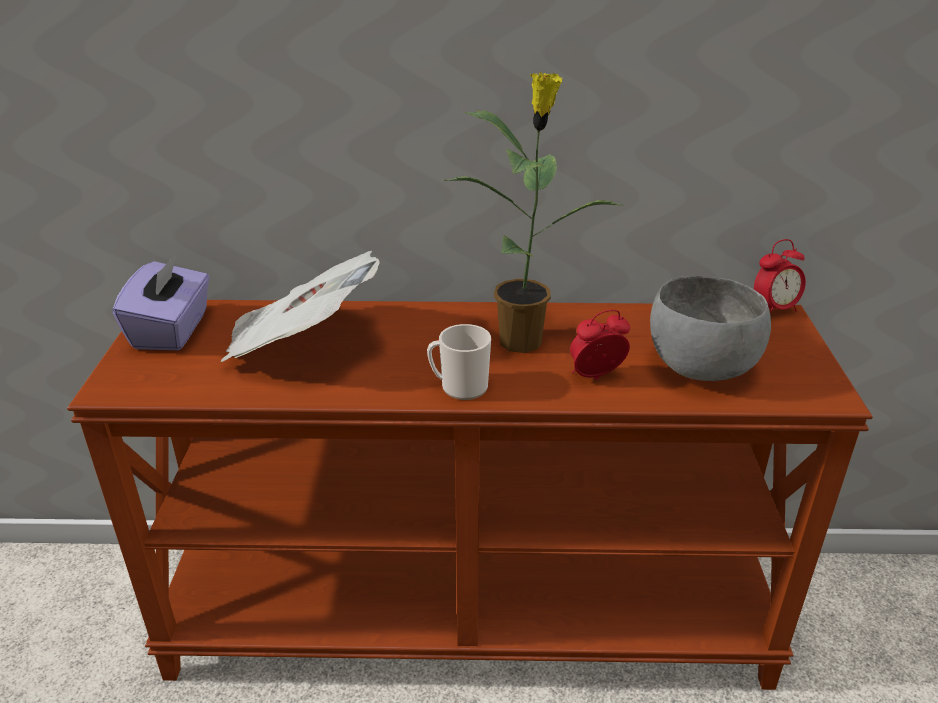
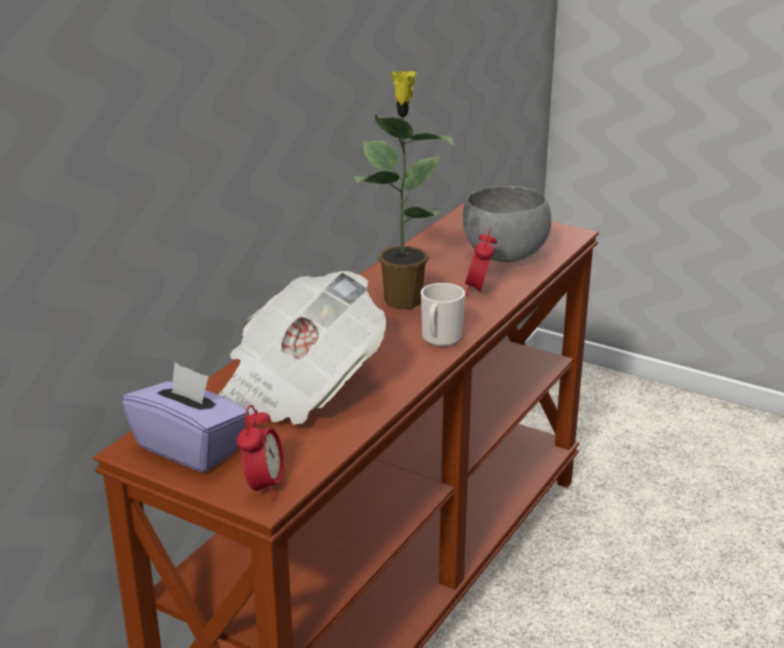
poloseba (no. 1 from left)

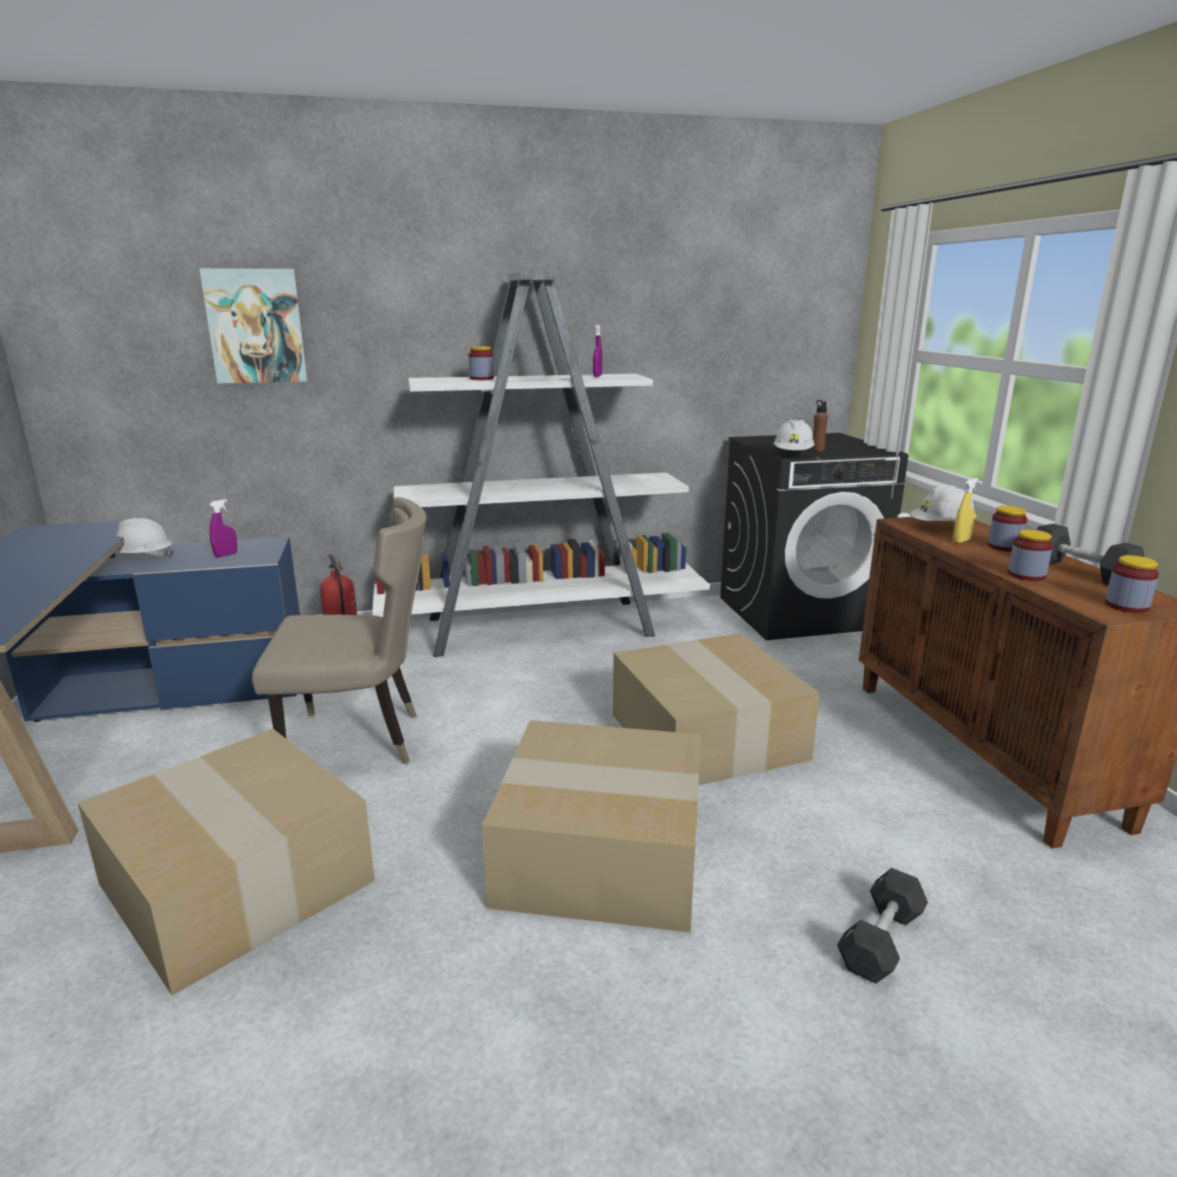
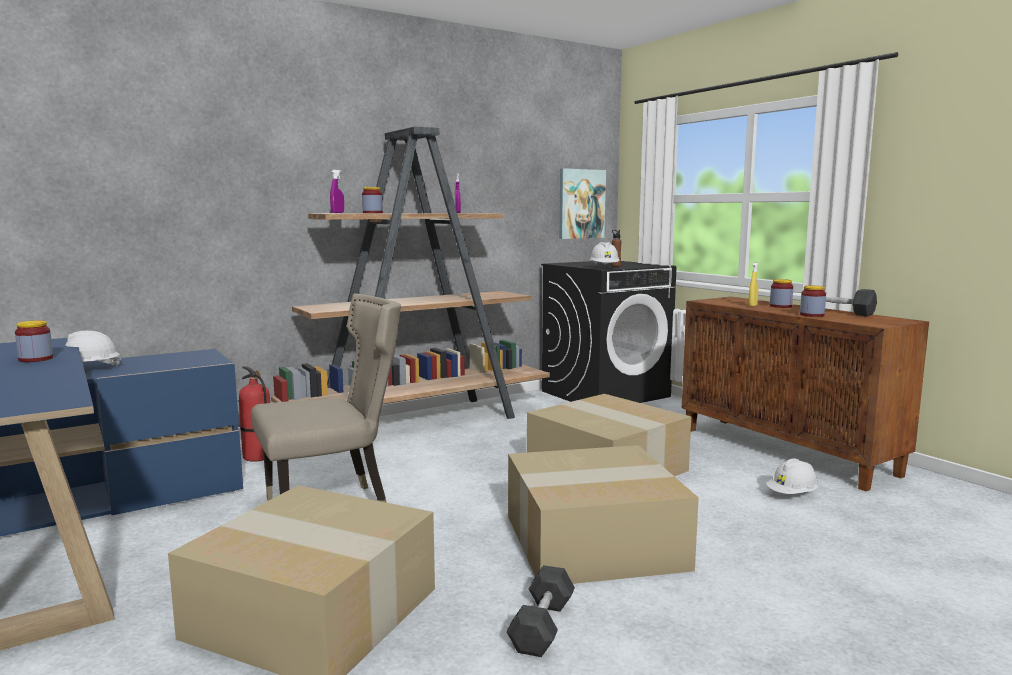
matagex
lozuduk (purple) (no. 1 from left)
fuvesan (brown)
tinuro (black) (no. 1 from left)
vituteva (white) (no. 3 from left)
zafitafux (no. 1 from left)

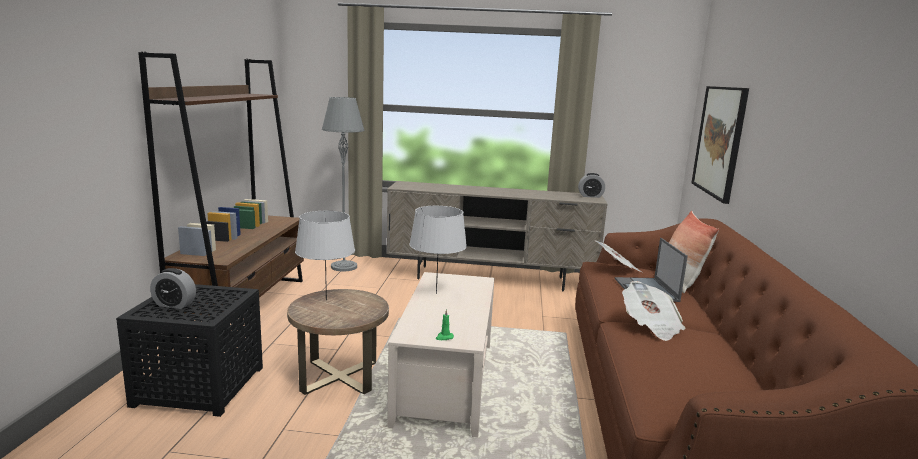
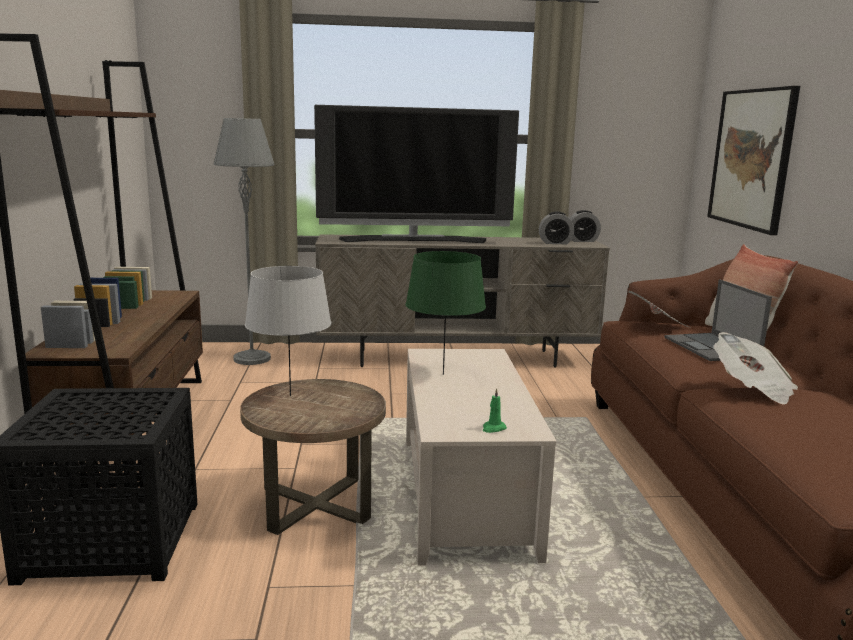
poloseba (no. 1 from left)
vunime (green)
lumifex

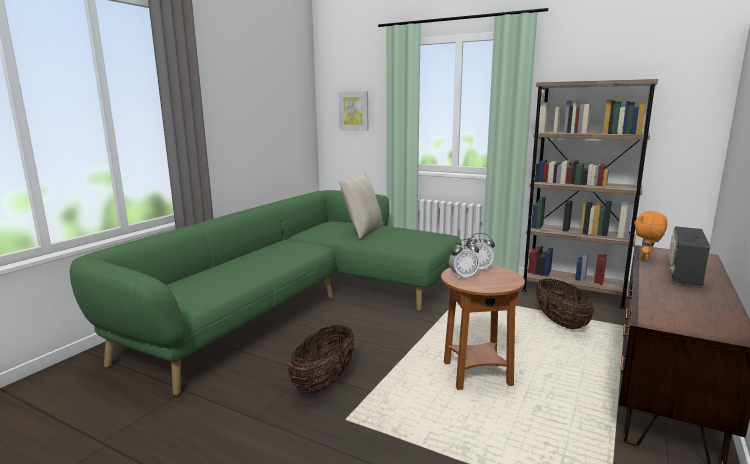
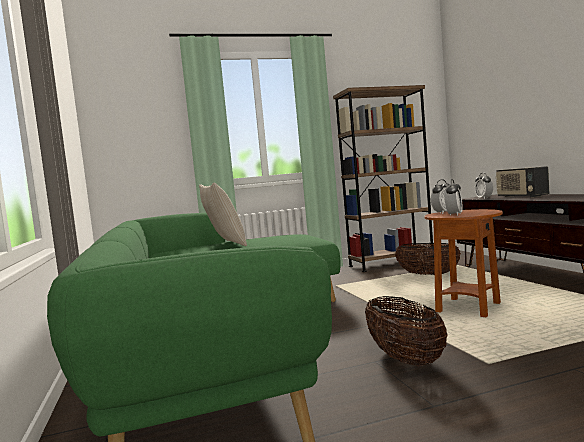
matagex
poloseba (no. 3 from left)

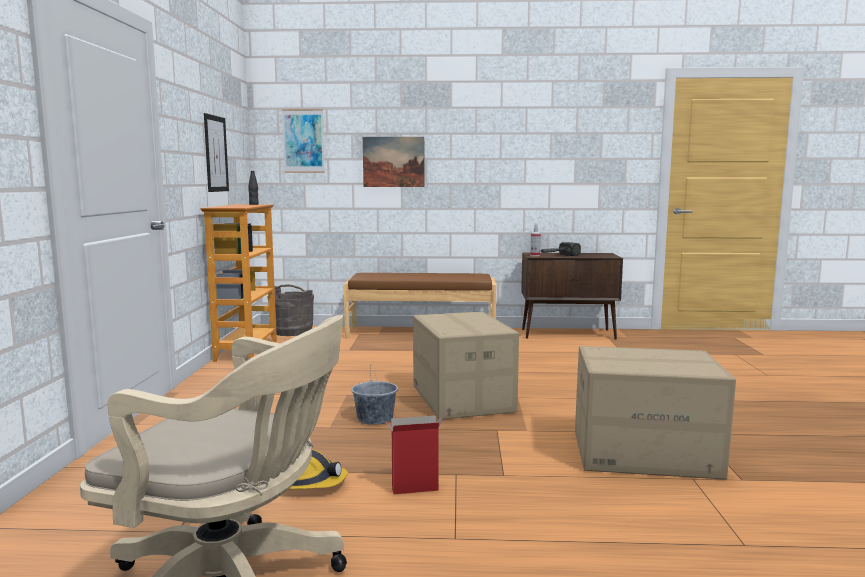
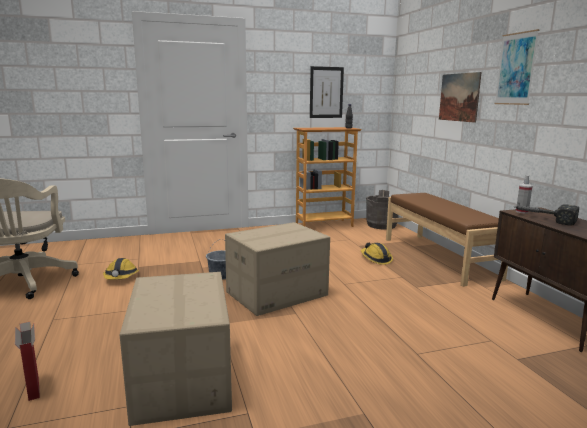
matagex (no. 3 from left)
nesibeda (no. 1 from left)
vituteva (no. 2 from left)

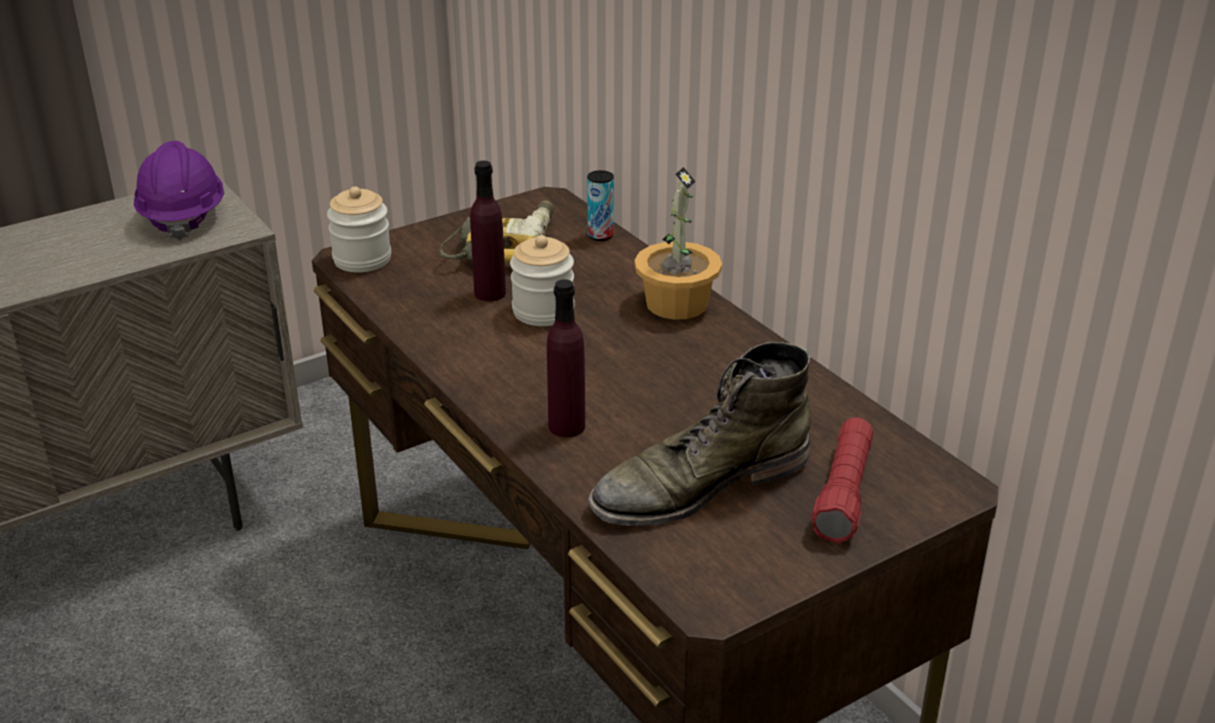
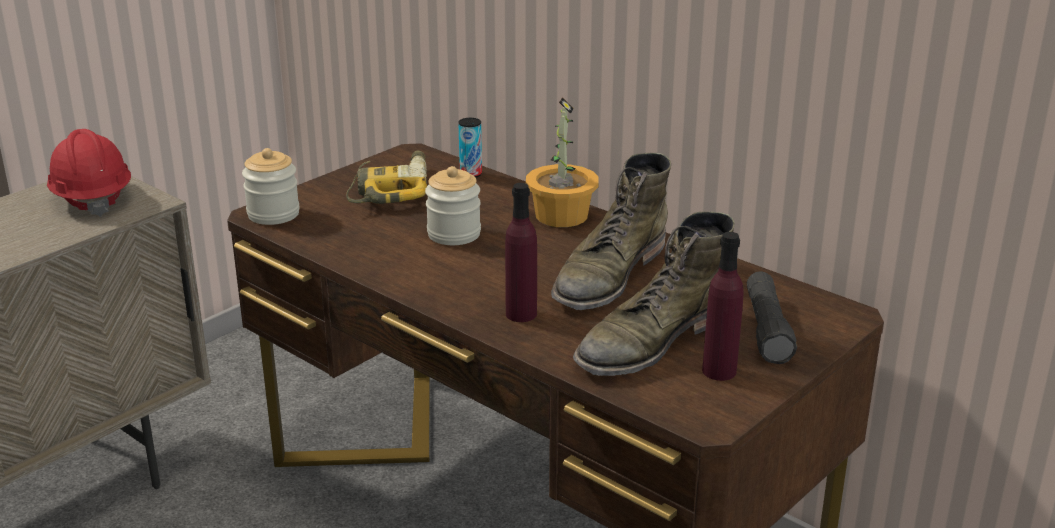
vituteva (red)
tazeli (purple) (no. 2 from left)
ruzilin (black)
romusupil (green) (no. 1 from left)

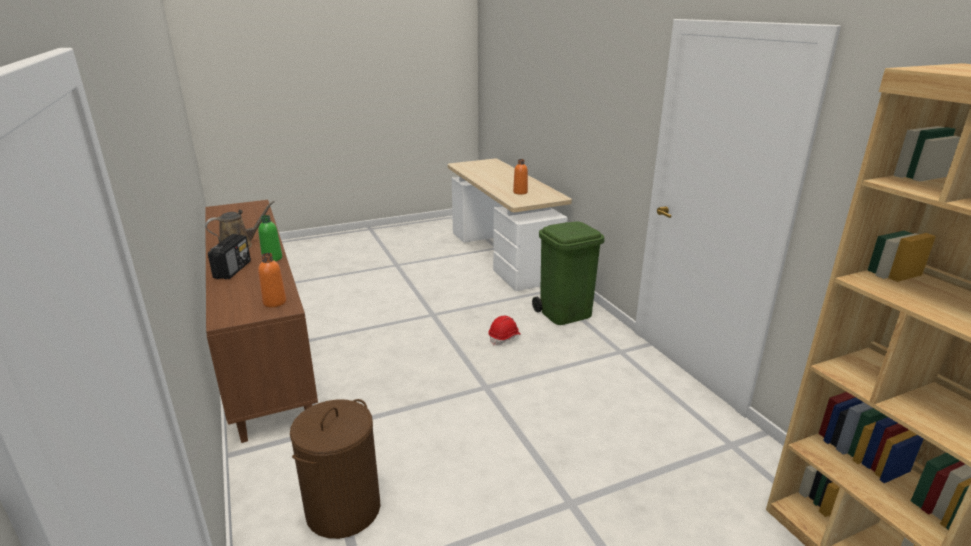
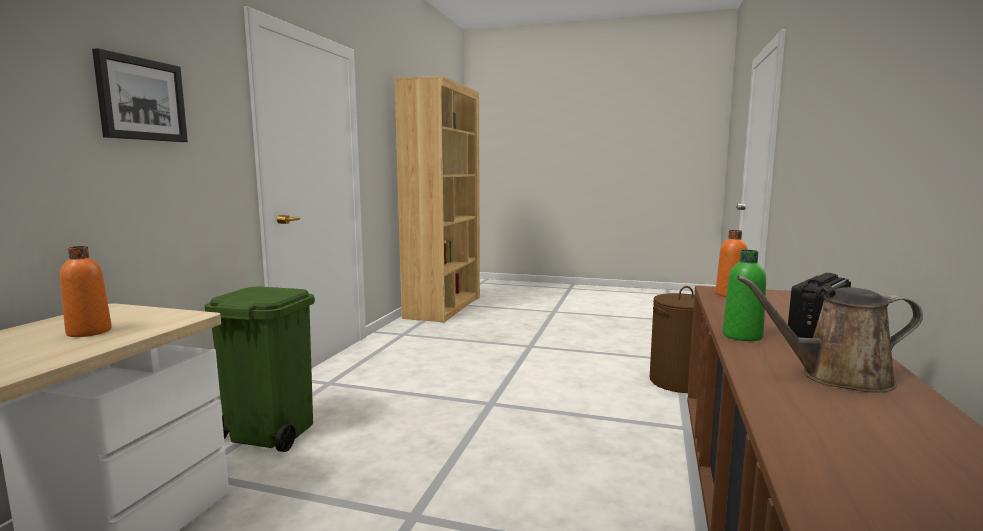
vituteva (red)
matagex

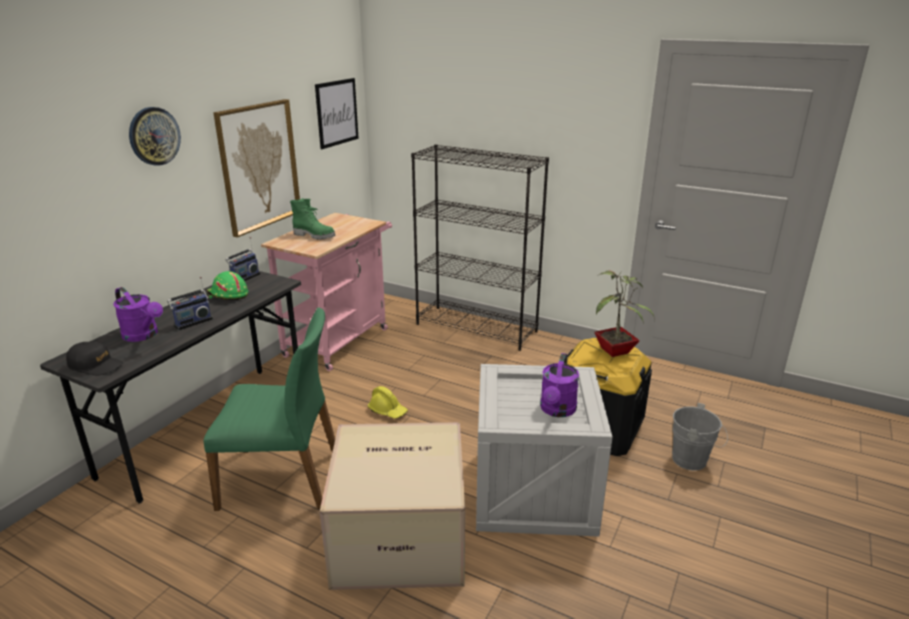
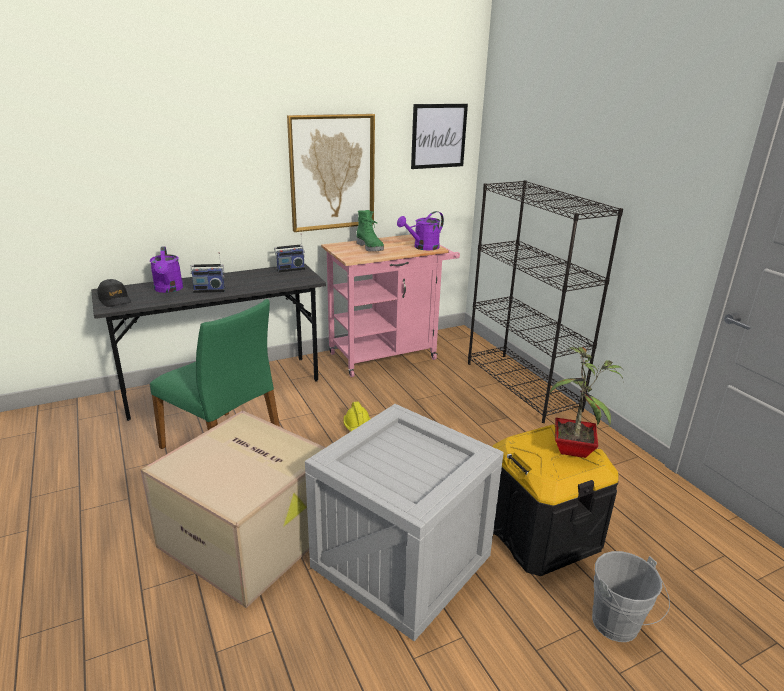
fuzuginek
vituteva (green)
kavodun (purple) (no. 2 from left)

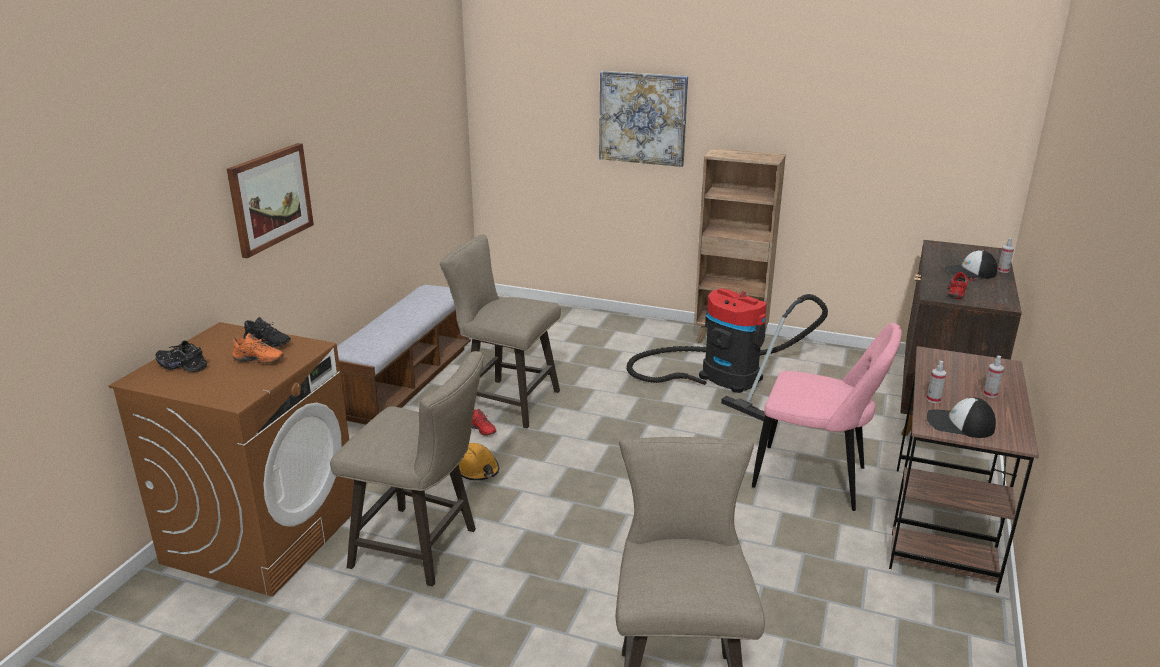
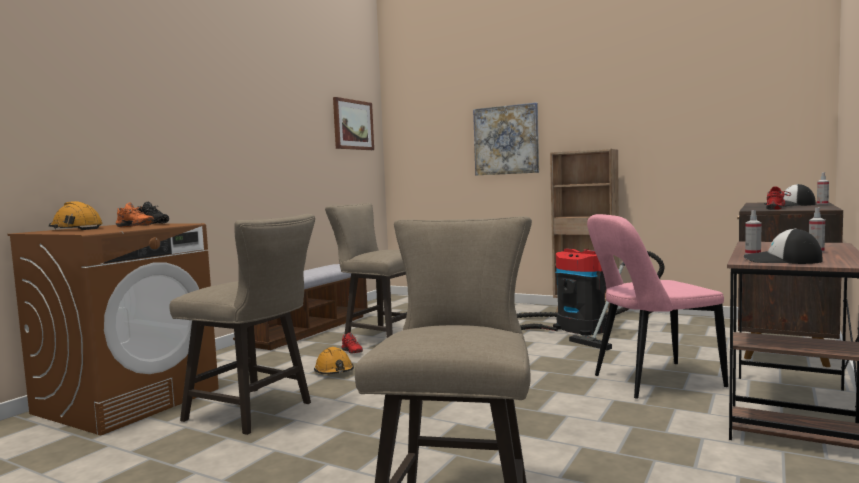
vituteva (orange) (no. 1 from left)
matagex (no. 1 from left)
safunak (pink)

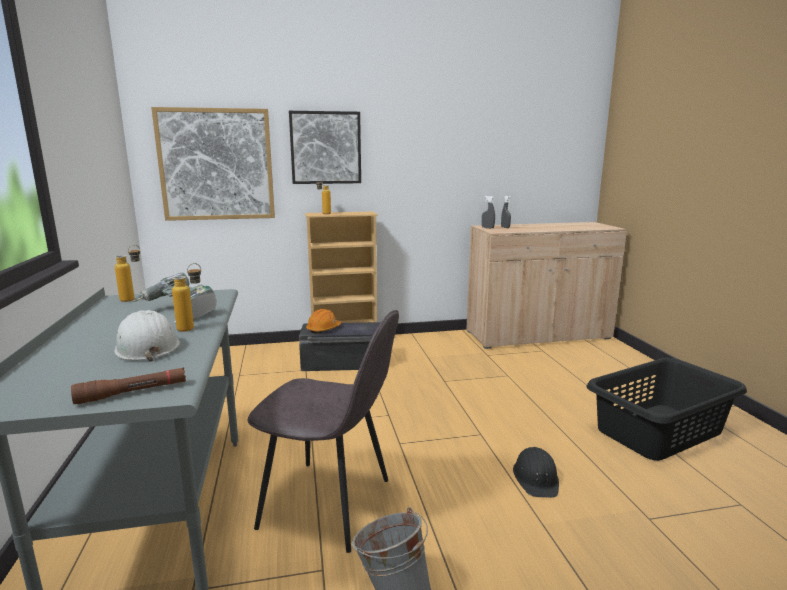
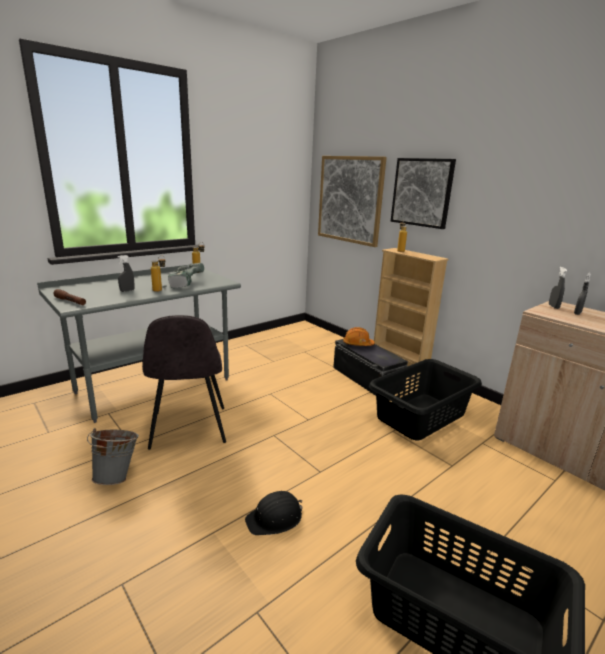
lozuduk (grey) (no. 1 from left)
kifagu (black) (no. 1 from left)

